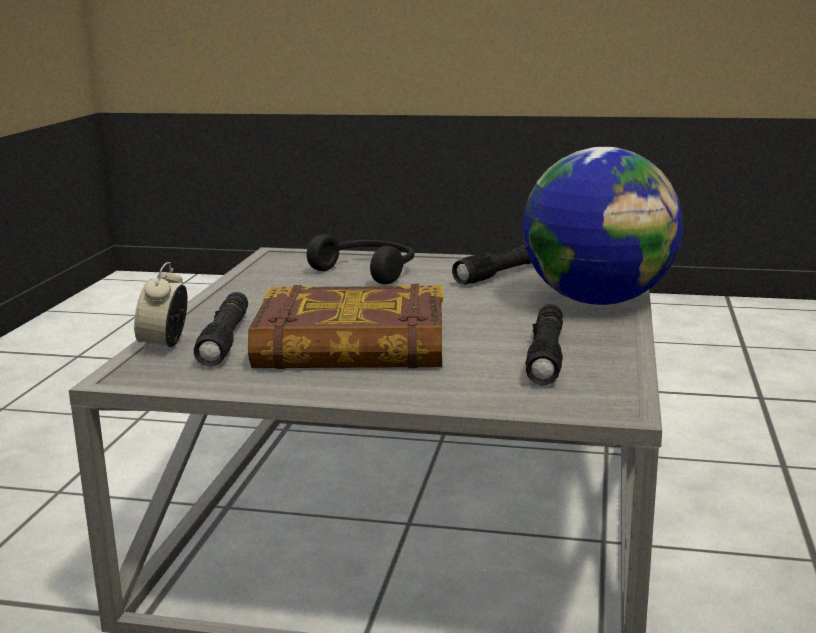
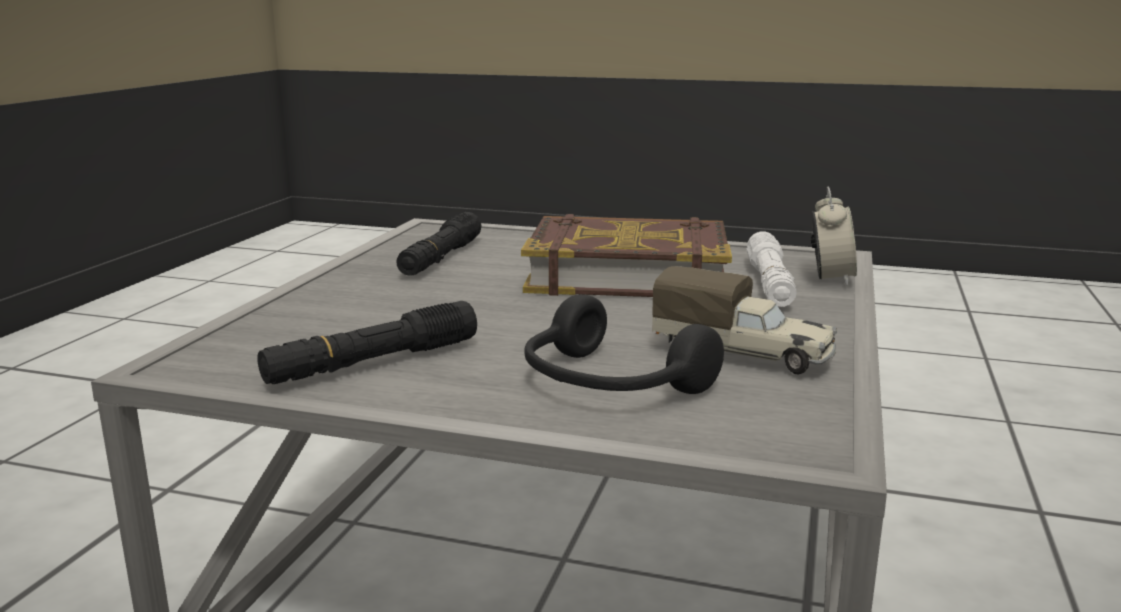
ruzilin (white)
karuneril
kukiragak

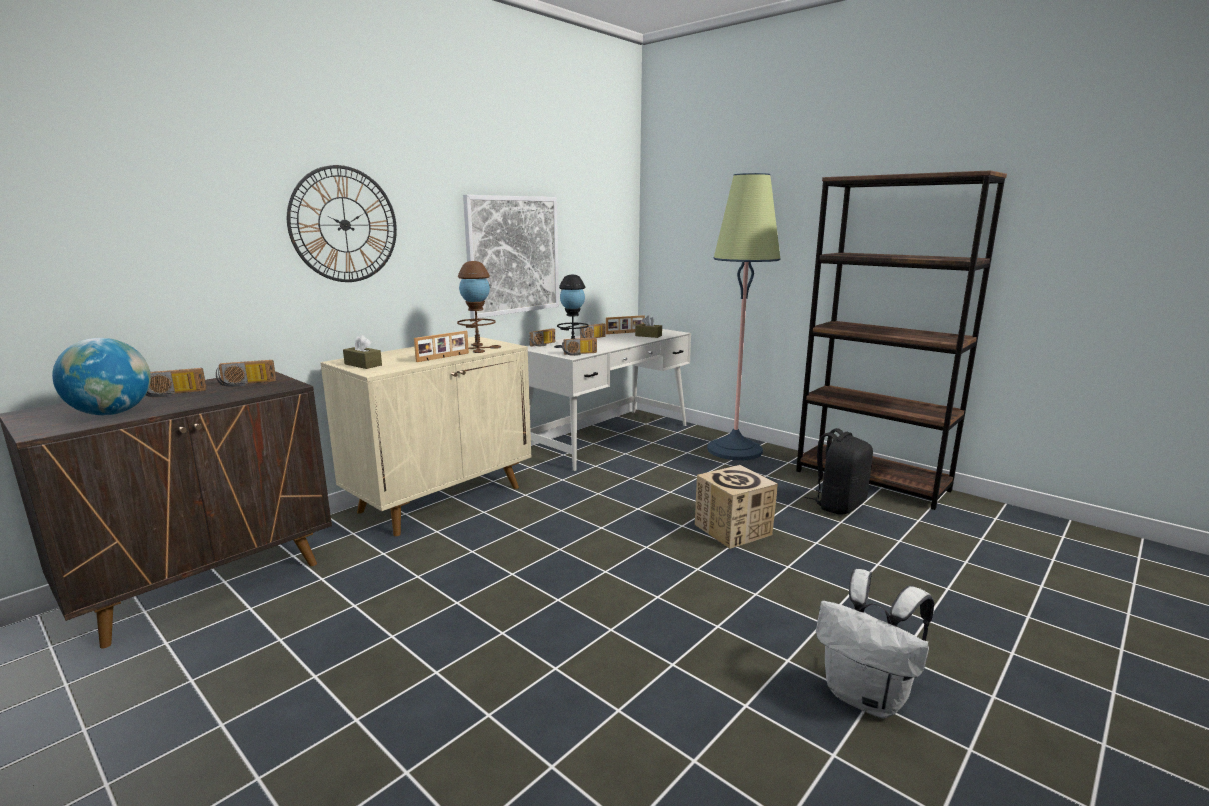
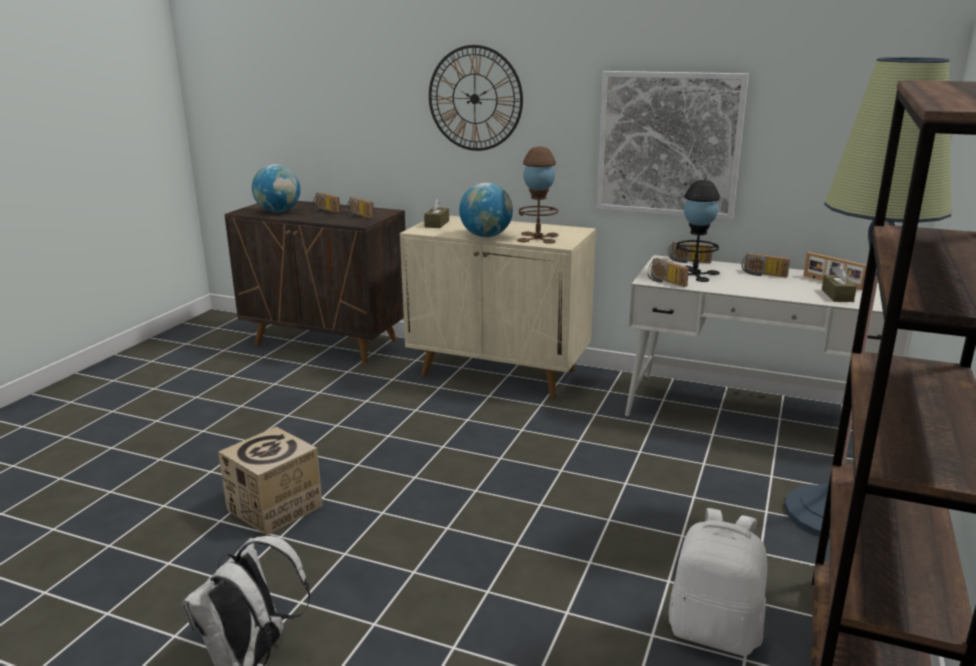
karuneril (no. 2 from left)
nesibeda
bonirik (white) (no. 2 from left)

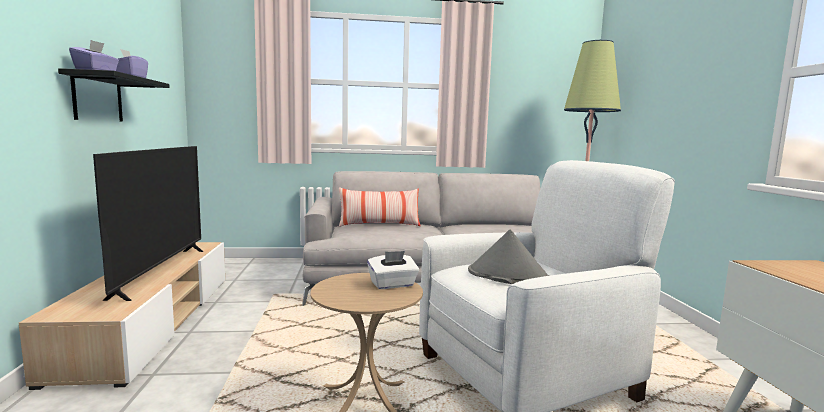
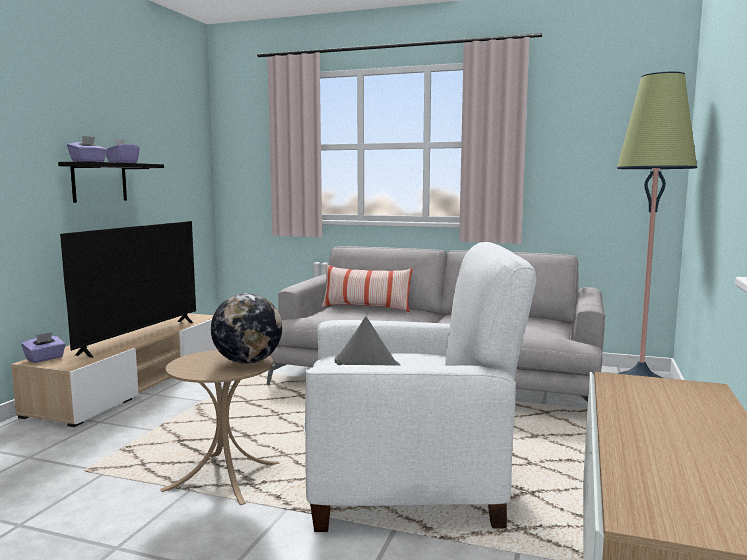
karuneril
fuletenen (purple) (no. 1 from left)

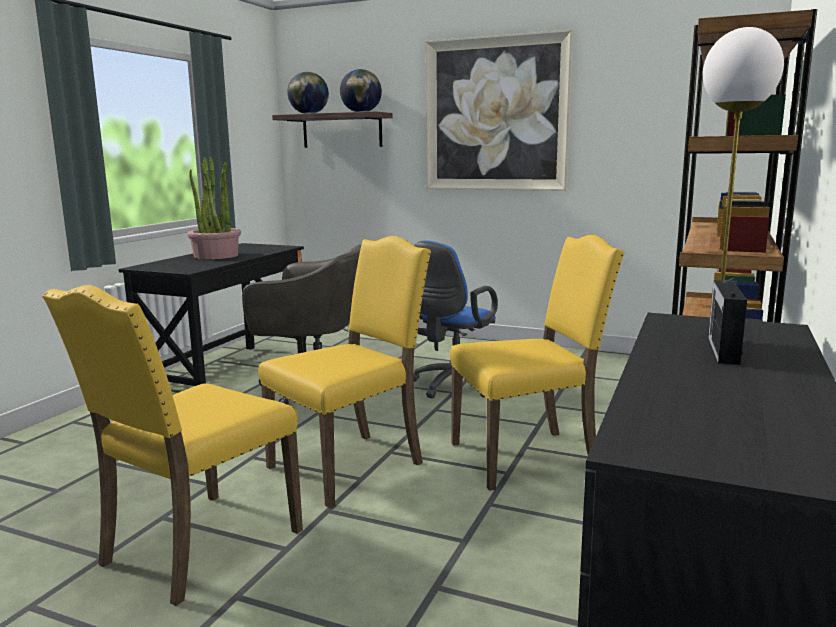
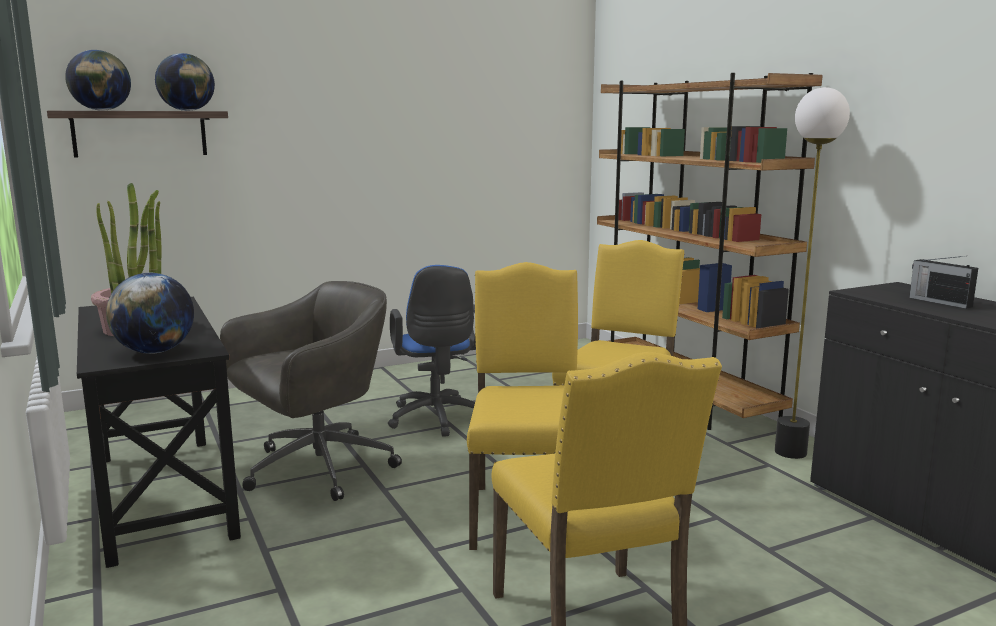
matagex
karuneril (no. 2 from left)

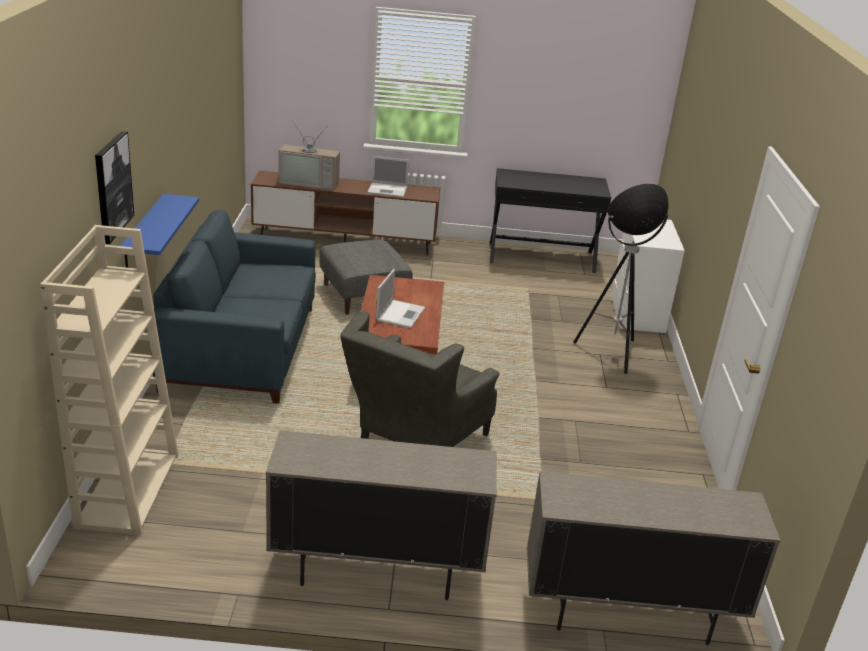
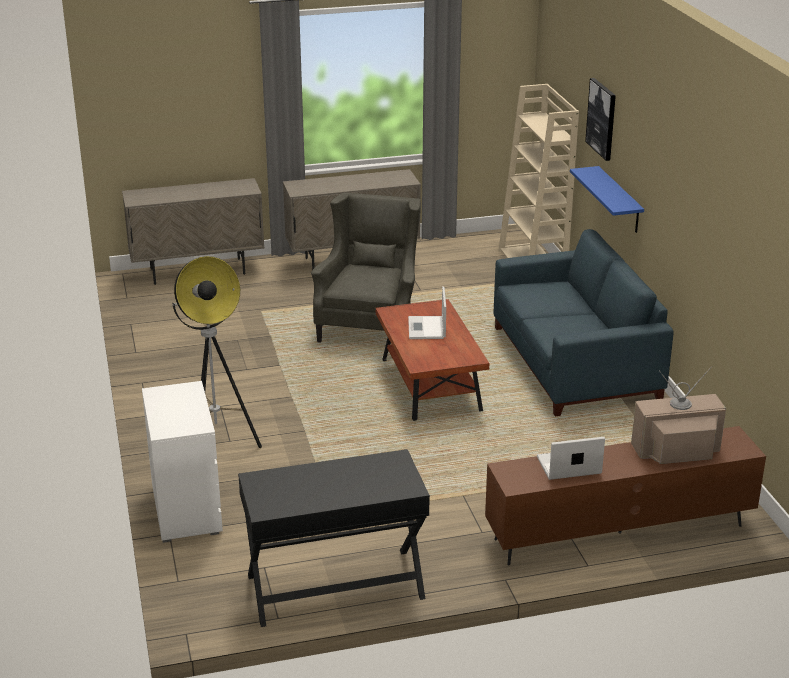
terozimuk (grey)

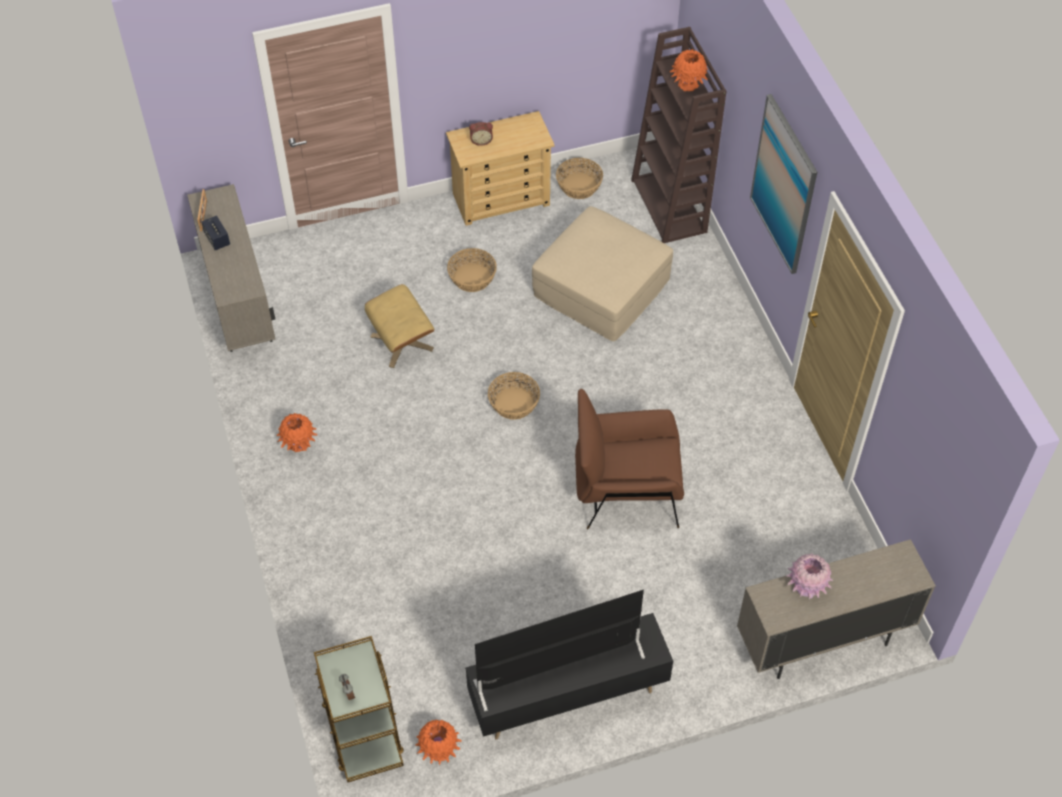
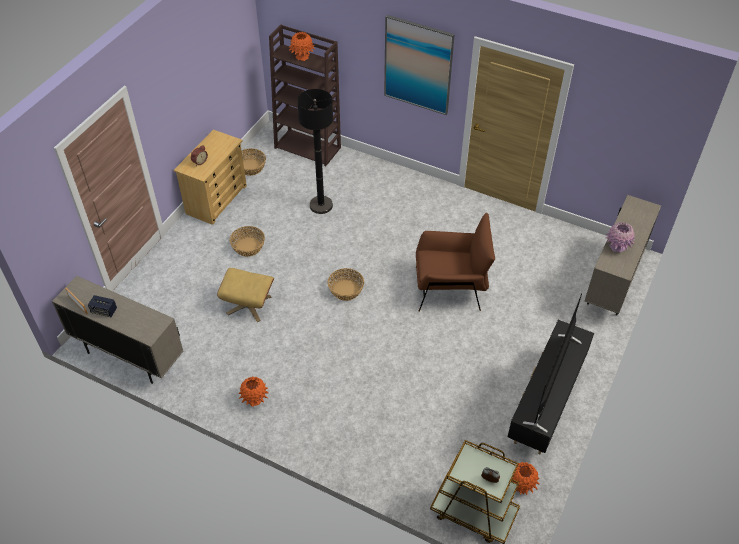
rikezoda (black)
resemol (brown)

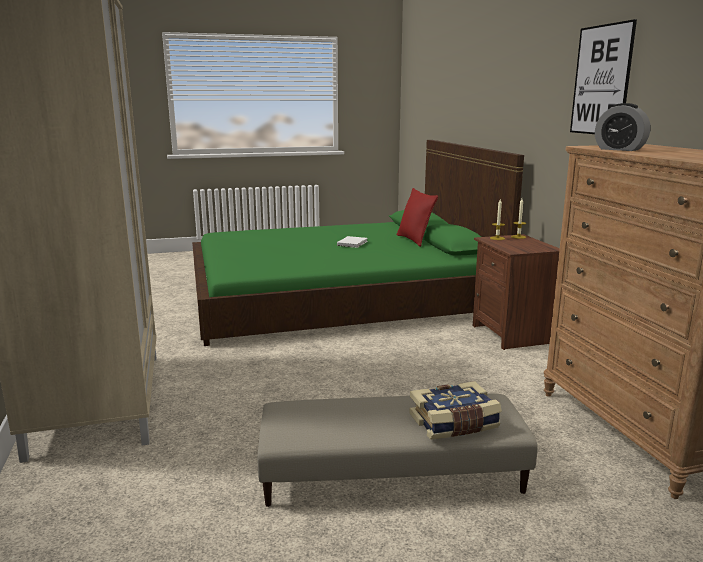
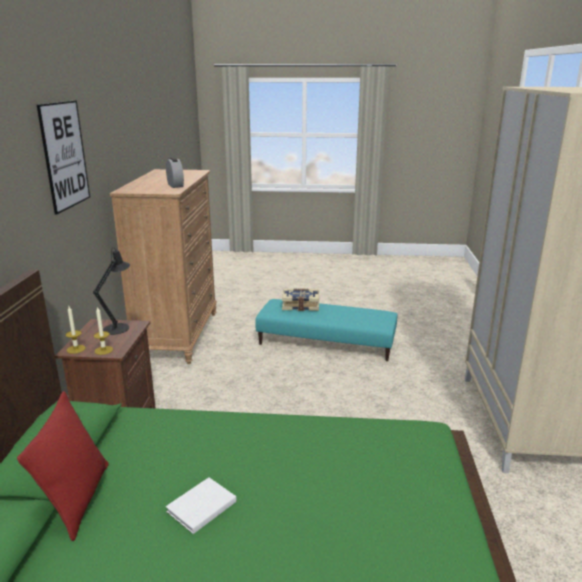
terozimuk (turquoise)
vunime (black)

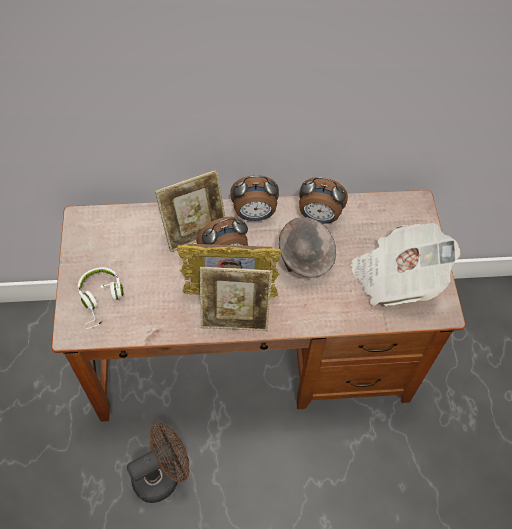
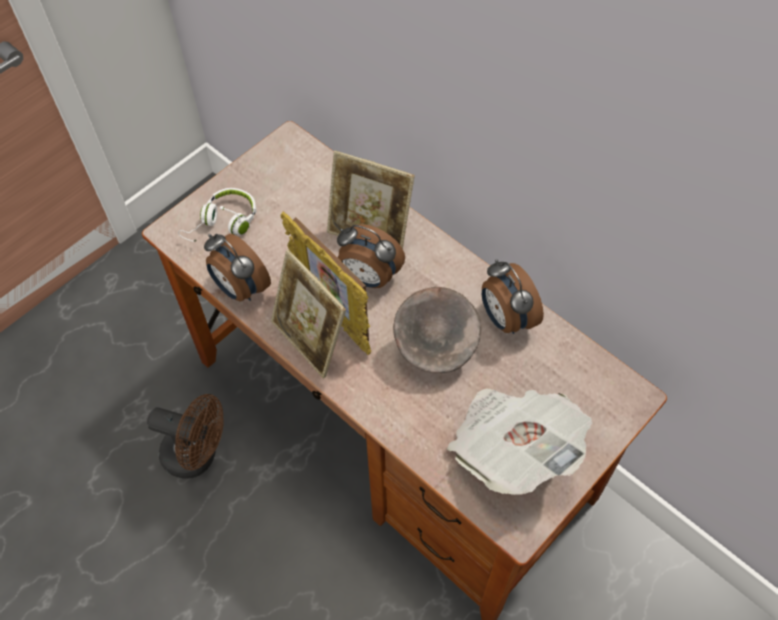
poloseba (no. 1 from left)

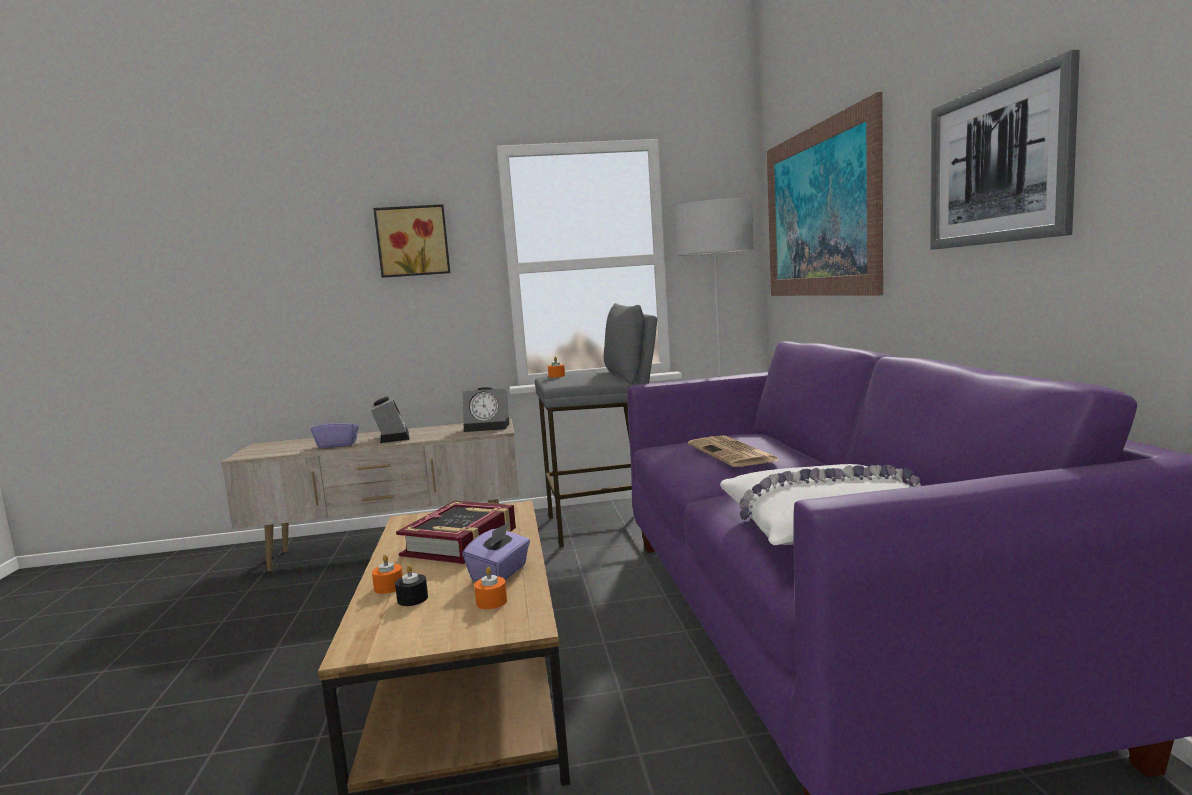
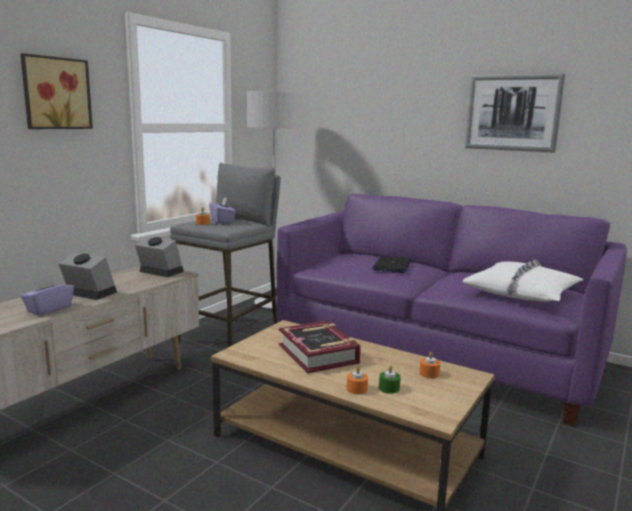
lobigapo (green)
poloseba (no. 2 from left)
fuletenen (purple) (no. 2 from left)
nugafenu
matagex (no. 2 from left in the first image)

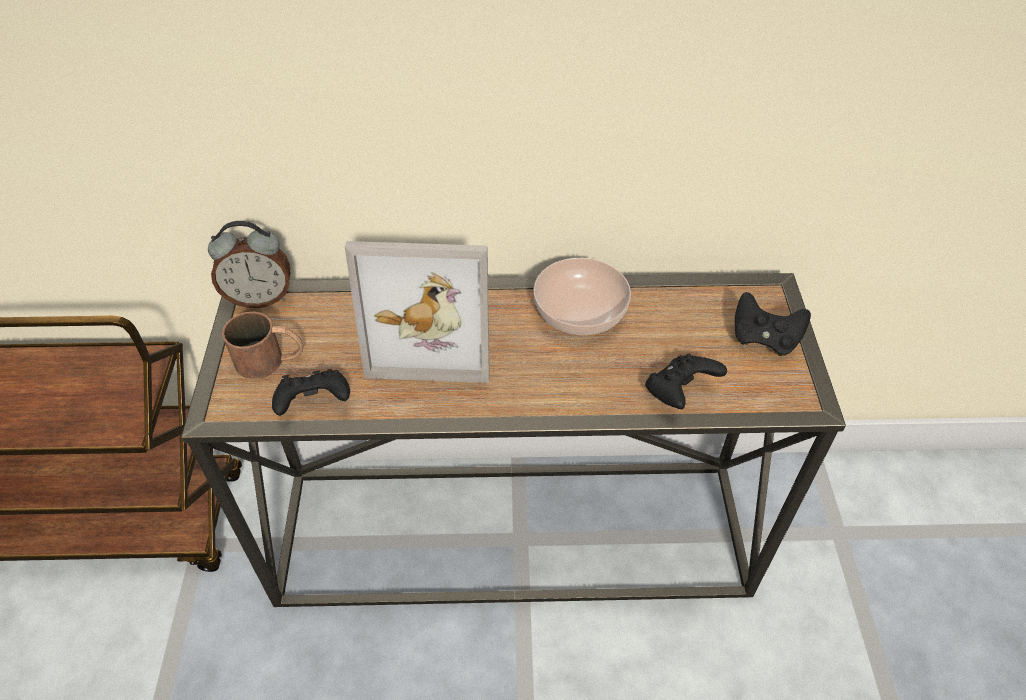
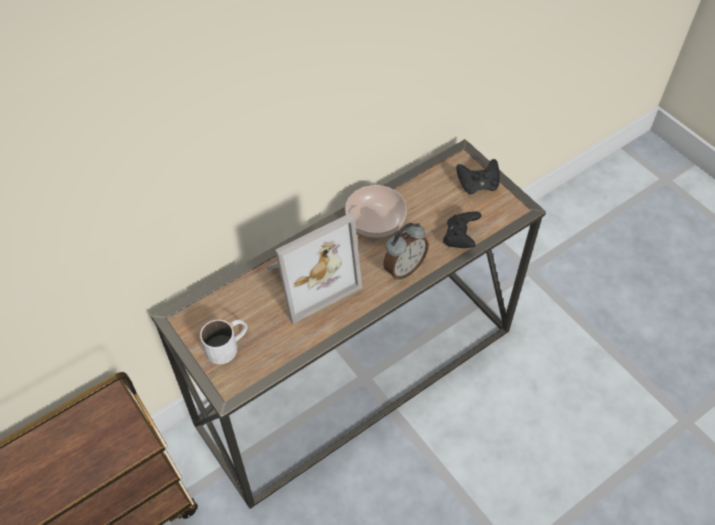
poloseba
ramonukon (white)
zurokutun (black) (no. 1 from left in the first image)

